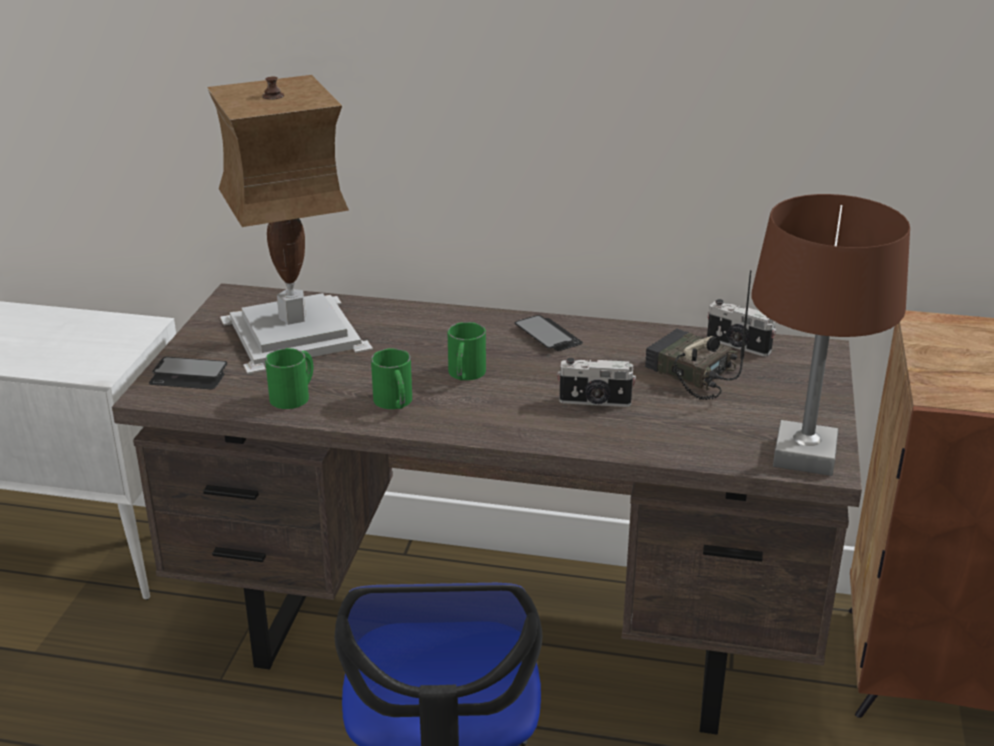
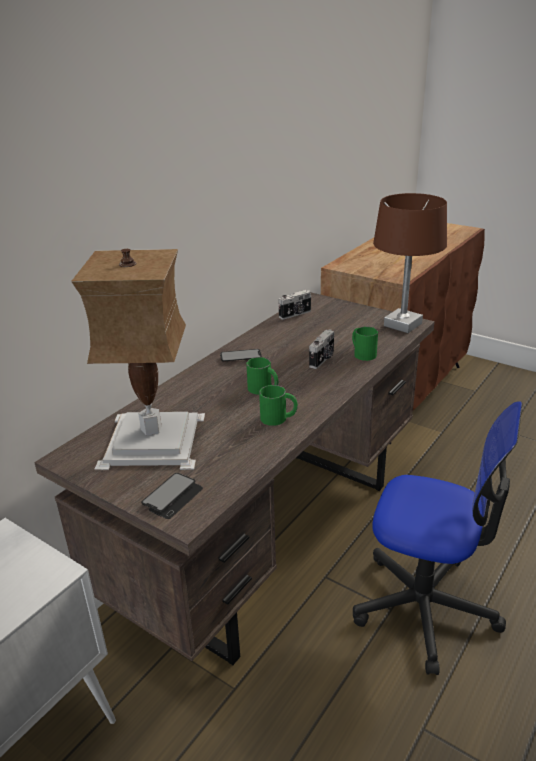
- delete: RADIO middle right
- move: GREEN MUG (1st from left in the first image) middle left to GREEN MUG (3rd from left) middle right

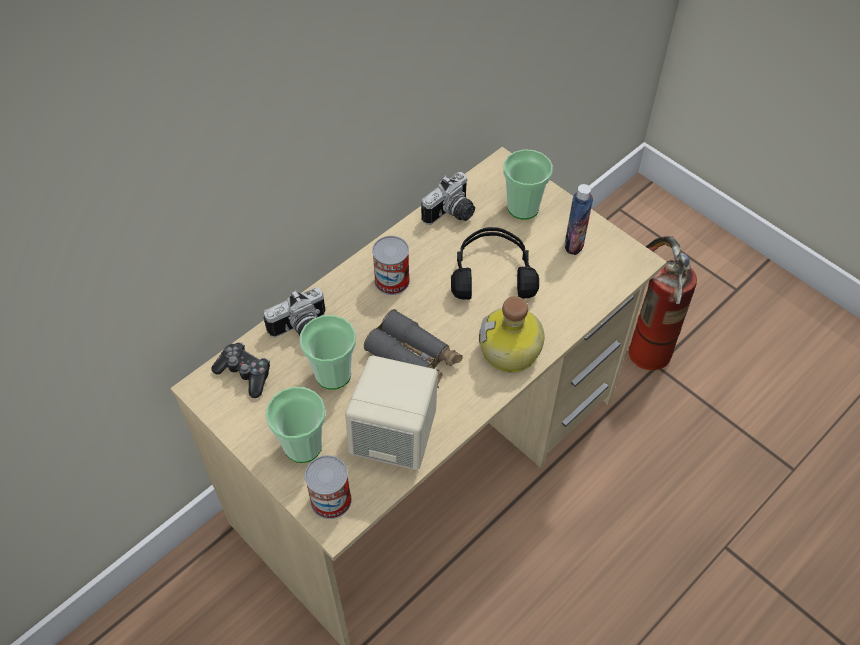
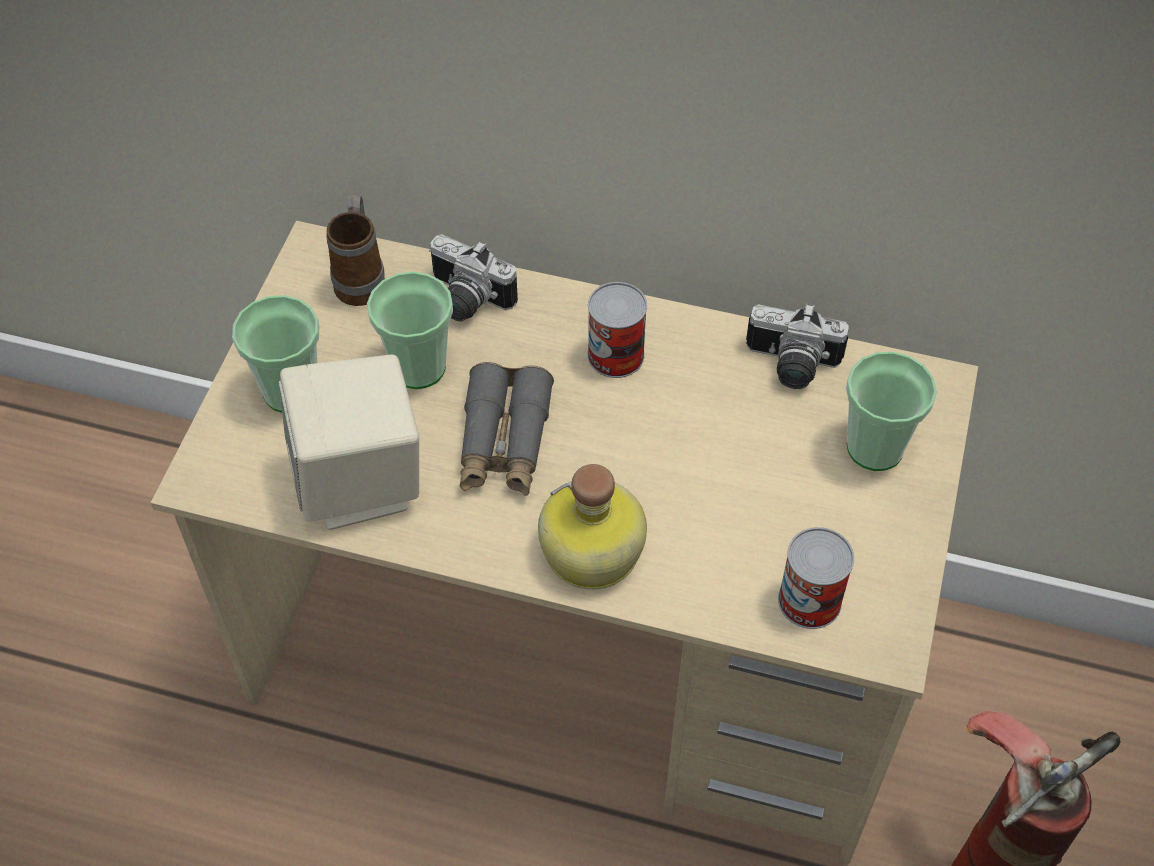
- delete: BOTTLE (2nd from left) middle right
- delete: BLACK HEADPHONES centre
- replace: GAME CONTROLLER middle left to MUG top left
- move: CAN (1st from left in the first image) bottom centre to CAN (2nd from left) bottom right

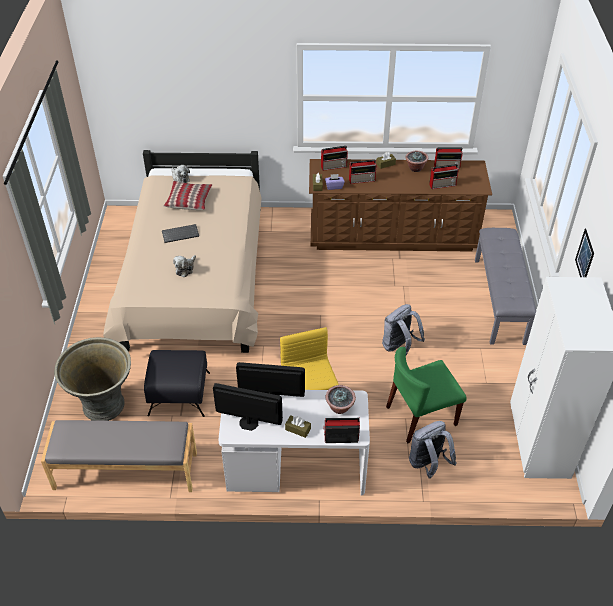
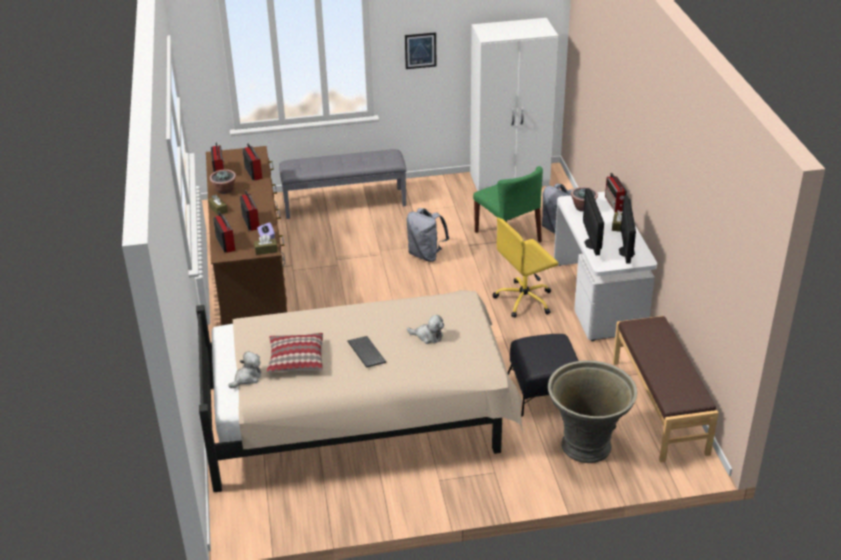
- recolor: GREY BENCH (1st from left) bottom left to BROWN BENCH bottom right

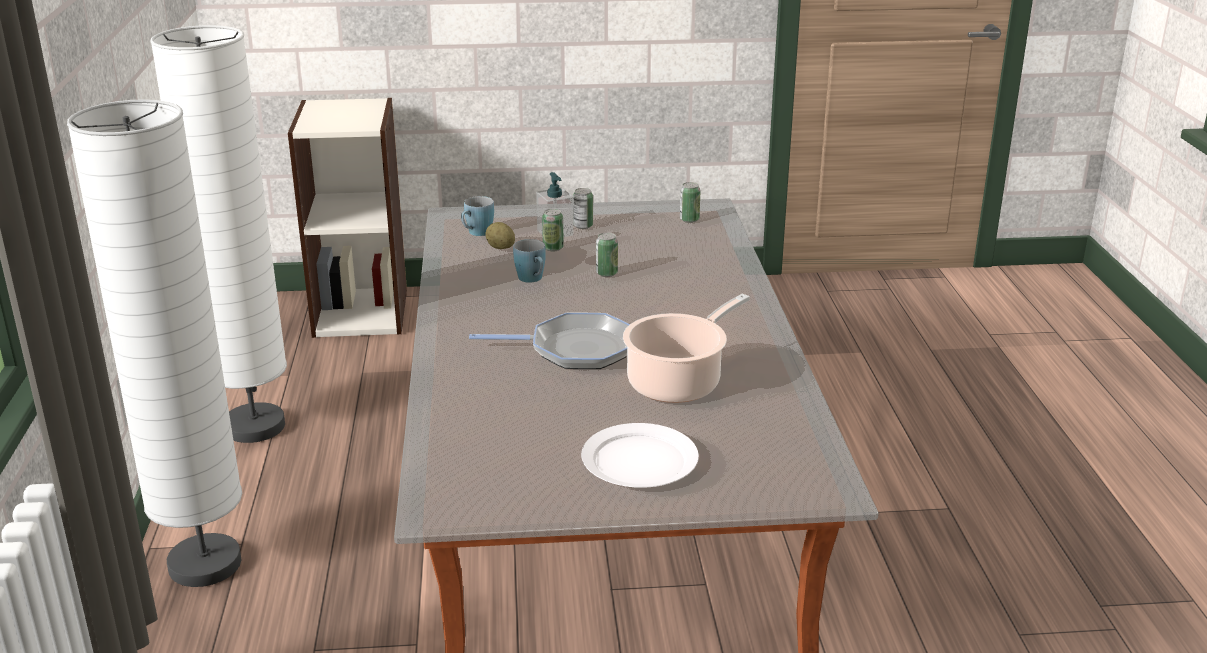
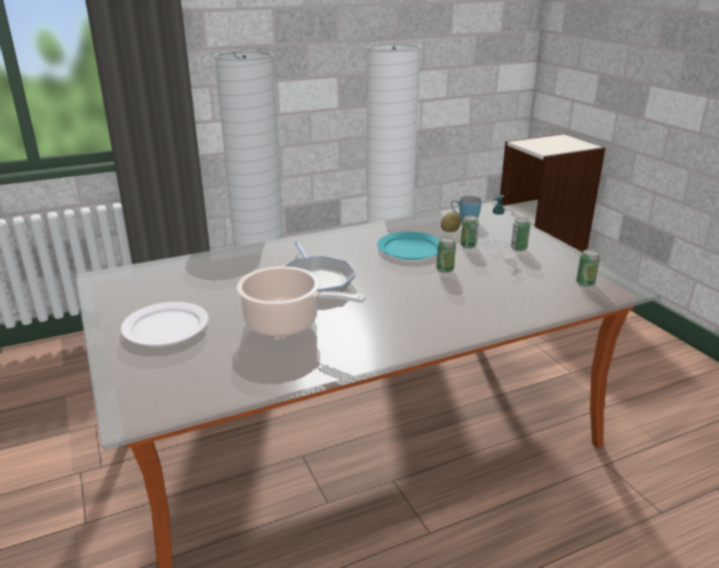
- replace: BLUE MUG (2nd from left) centre to TURQUOISE PLATE centre

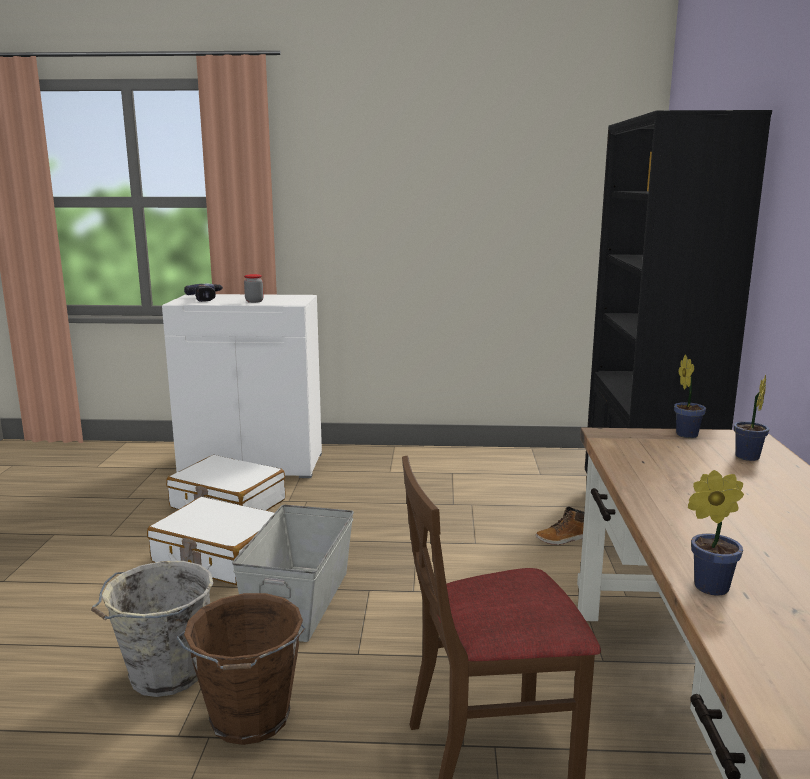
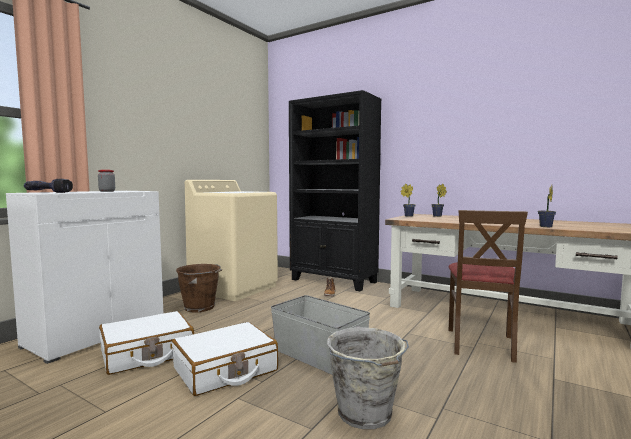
- move: BROWN BUCKET bottom left to middle left
- insert: BEIGE WASHING MACHINE centre

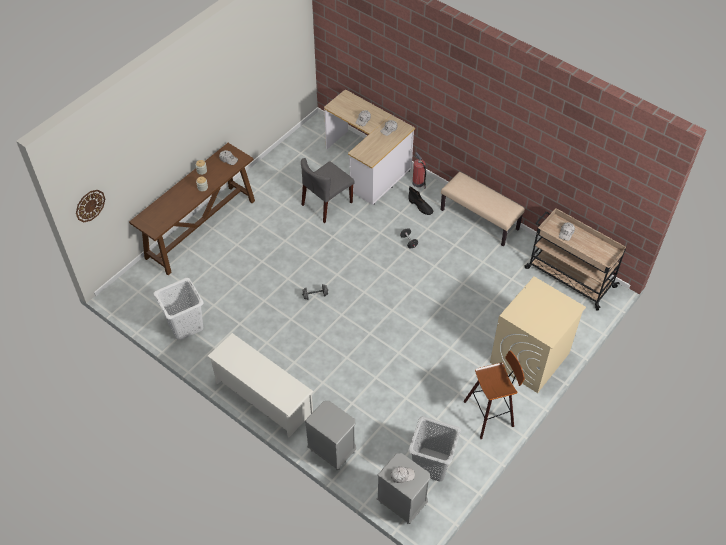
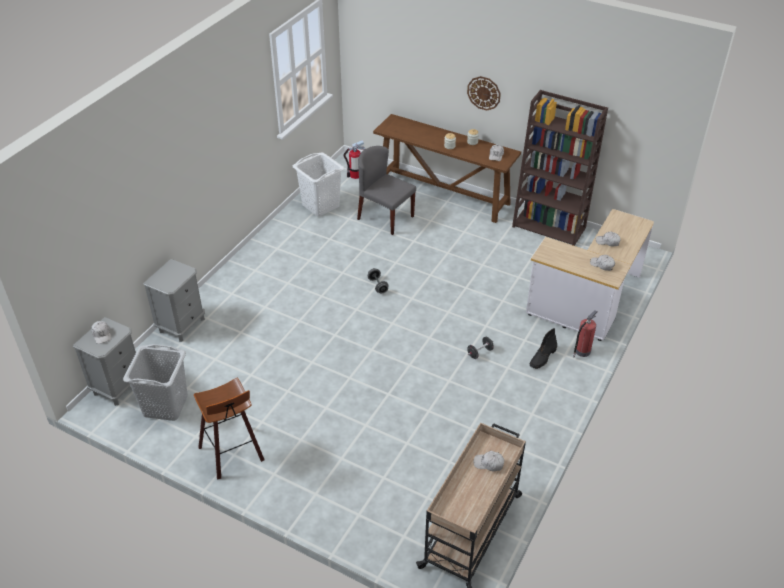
- move: GREY CHAIR centre to top centre
- delete: BEIGE BENCH centre
- move: WALL CLOCK middle left to top centre
- delete: BEIGE WASHING MACHINE middle right
- delete: WHITE SHOE RACK bottom centre
- insert: BROWN BOOKCASE top right
- insert: FIRE EXTINGUISHER (1st from left) top centre

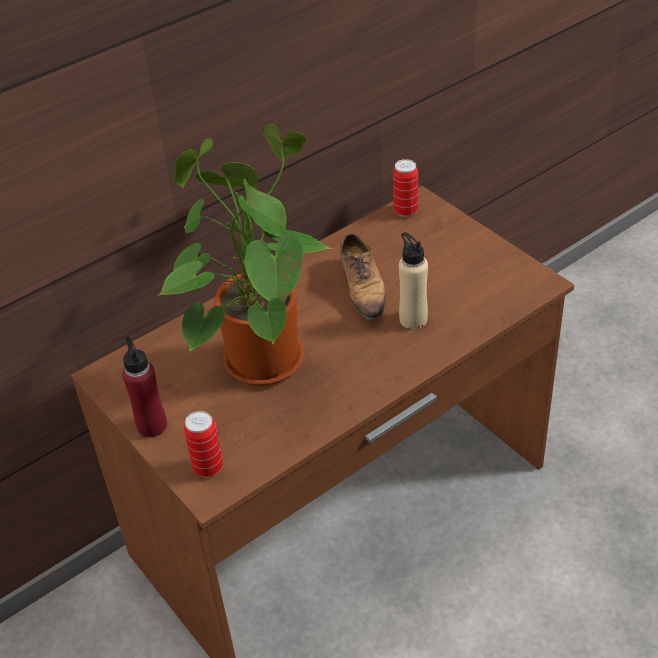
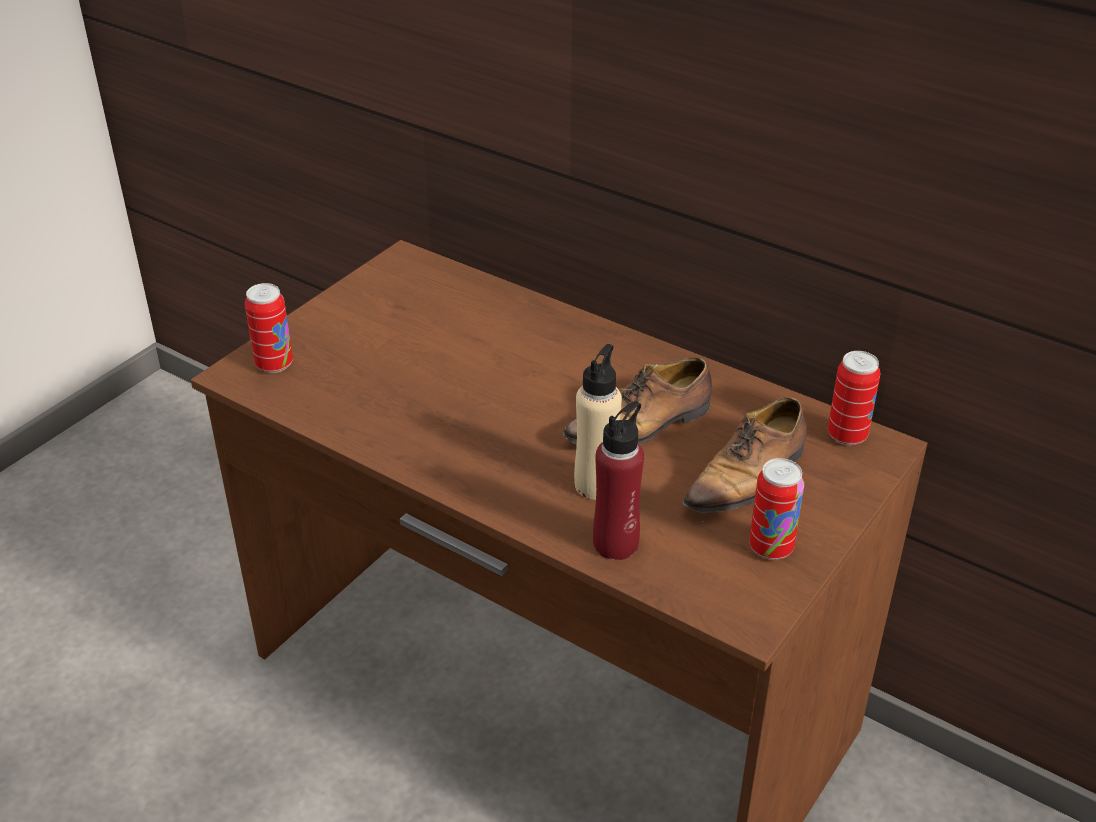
- delete: POTTED PLANT centre
- move: RED BOTTLE middle left to centre
- insert: SHOE (2nd from left) middle right
- insert: CAN (2nd from left) middle right

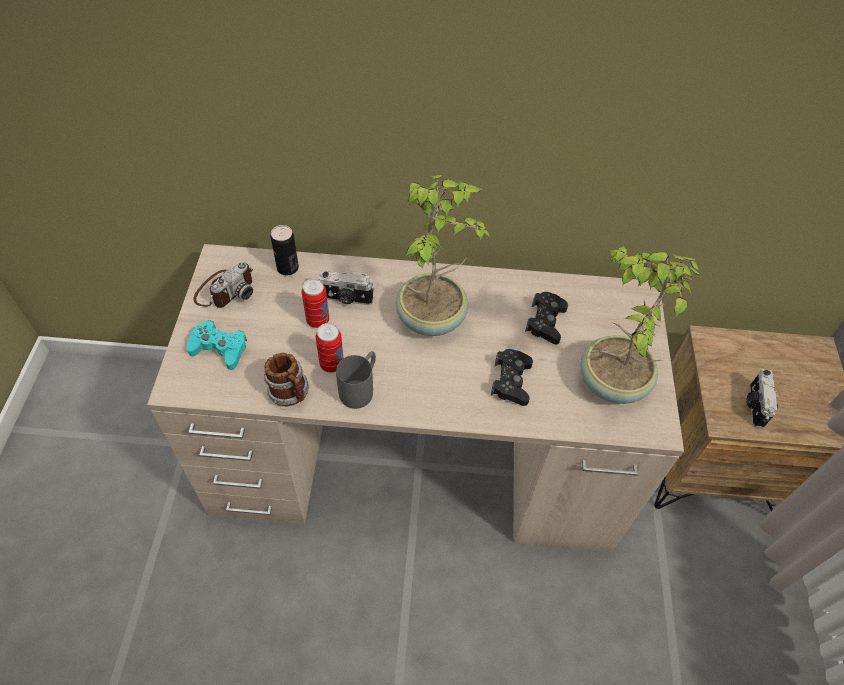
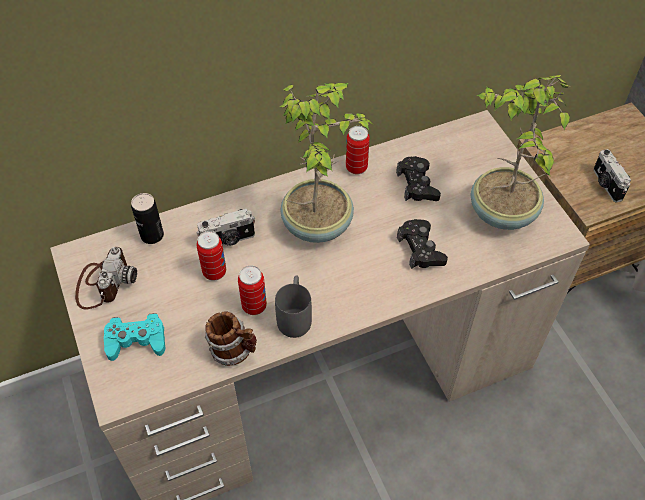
- insert: CAN (4th from left) top centre

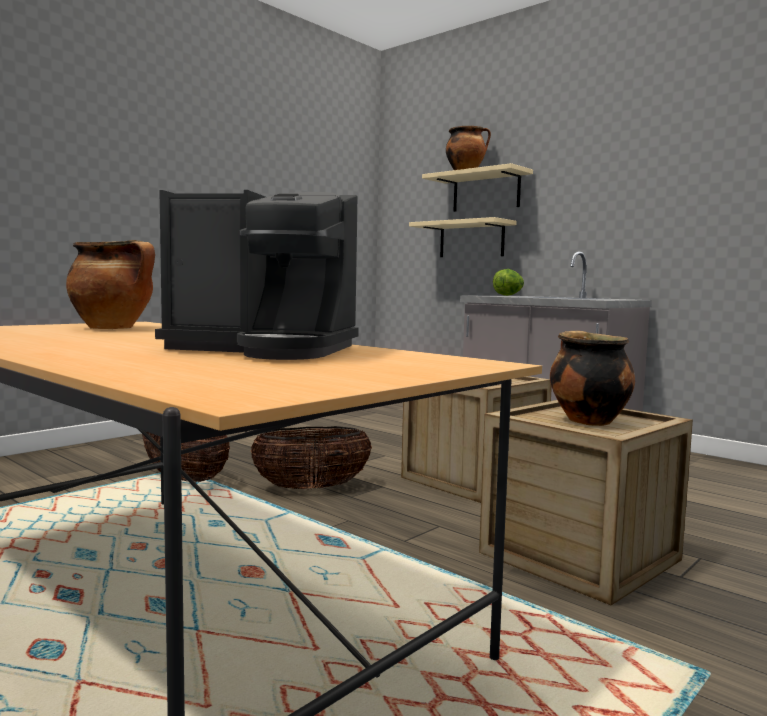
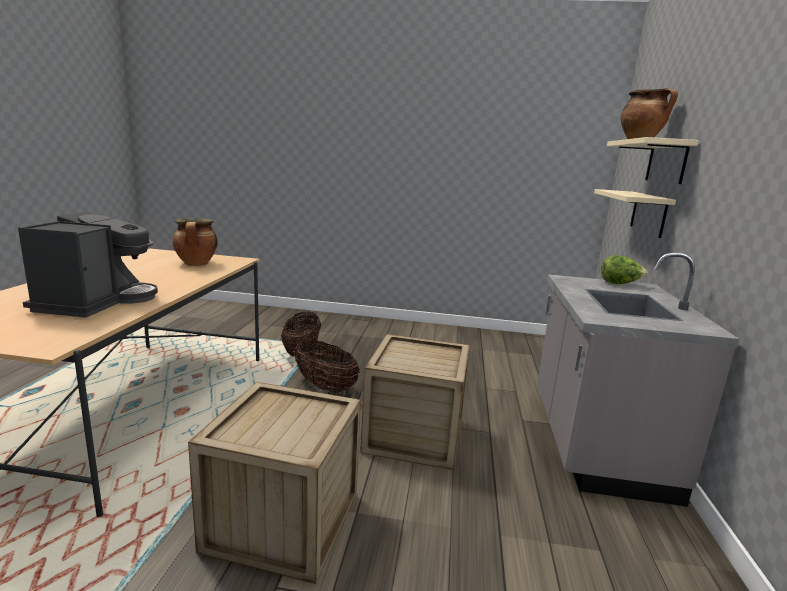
- rotate: COFFEE MACHINE centre = middle left 150 degrees counterclockwise
- delete: COOKING POT (3rd from left) middle right

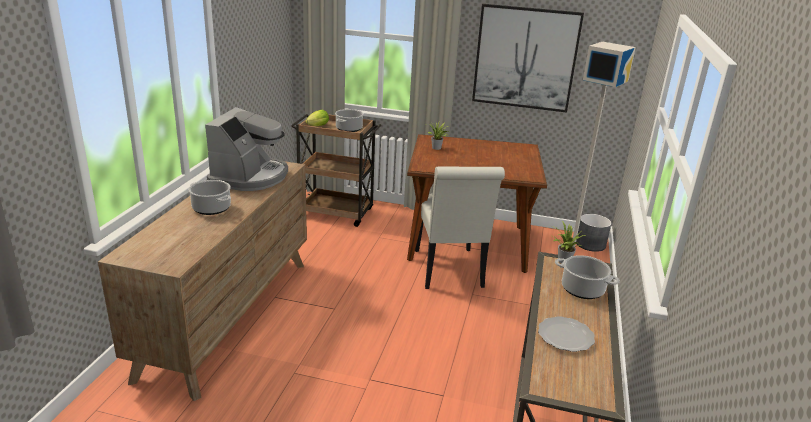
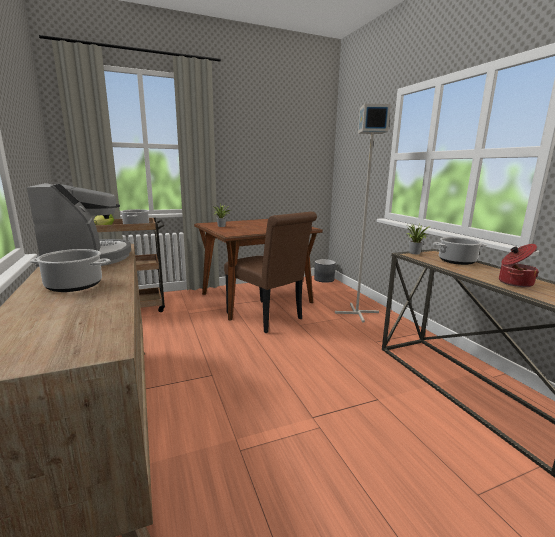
- delete: PICTURE top centre
- recolor: WHITE CHAIR centre to BROWN CHAIR centre
- replace: PLATE bottom right to COOKING POT (4th from left) middle right

